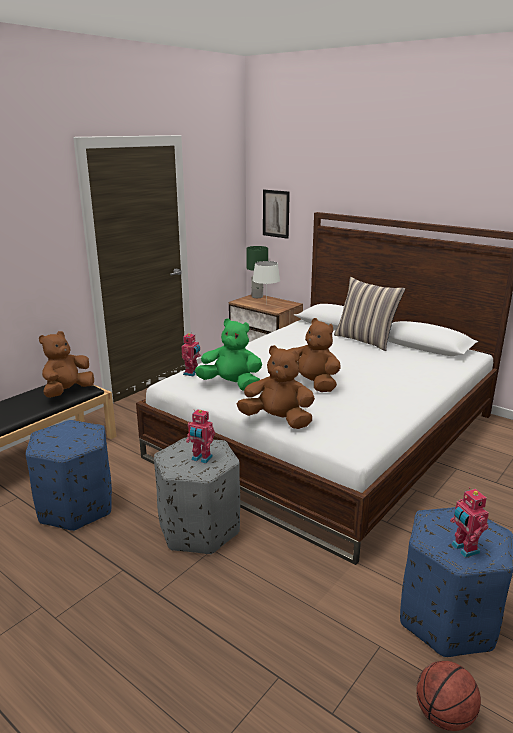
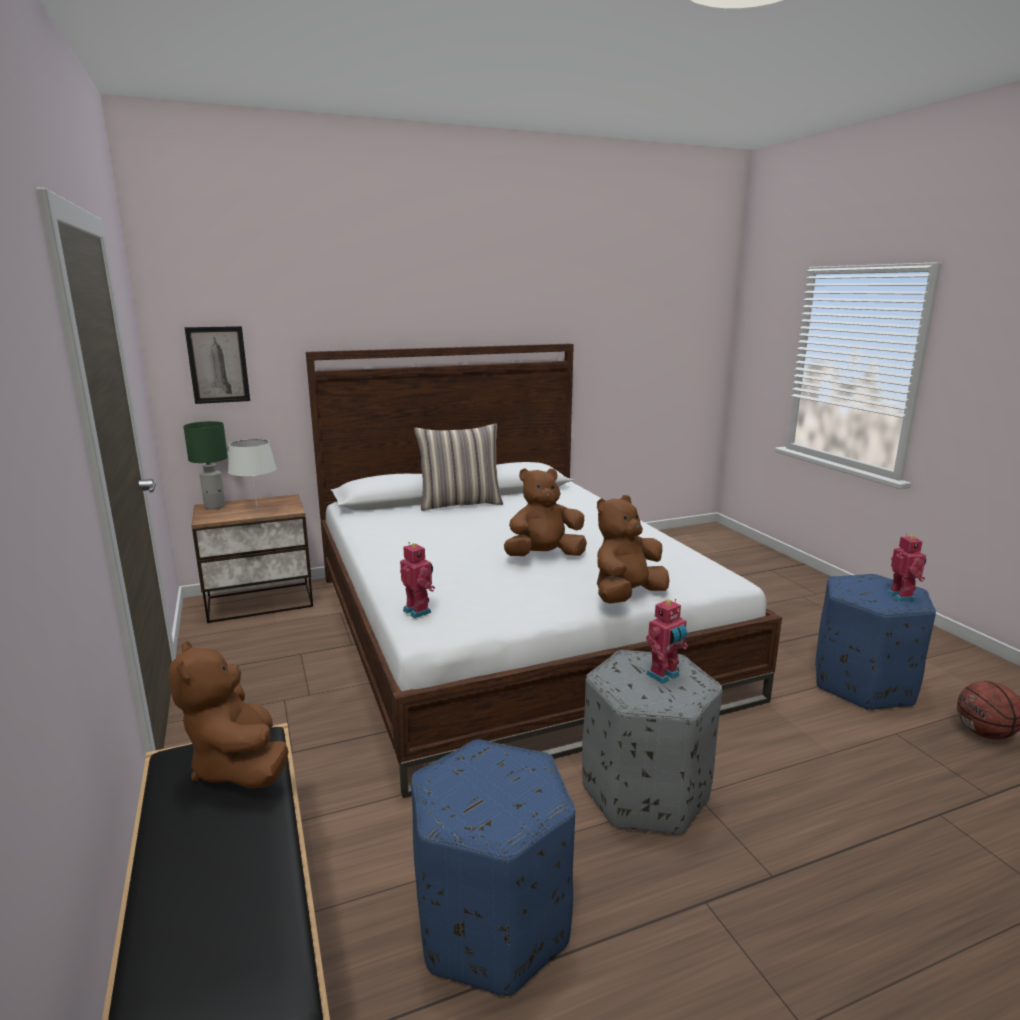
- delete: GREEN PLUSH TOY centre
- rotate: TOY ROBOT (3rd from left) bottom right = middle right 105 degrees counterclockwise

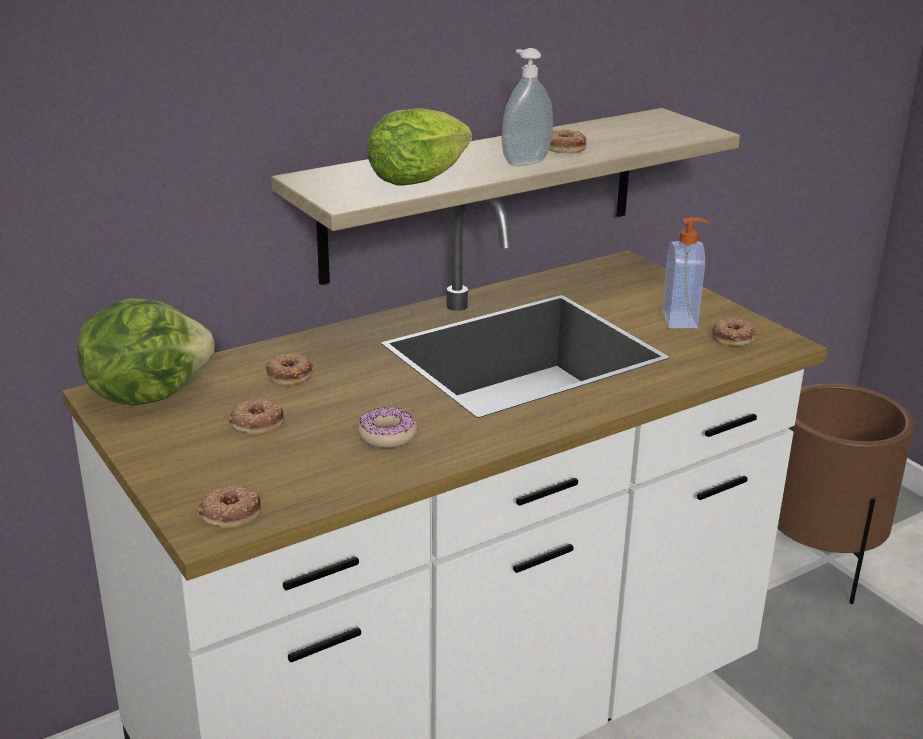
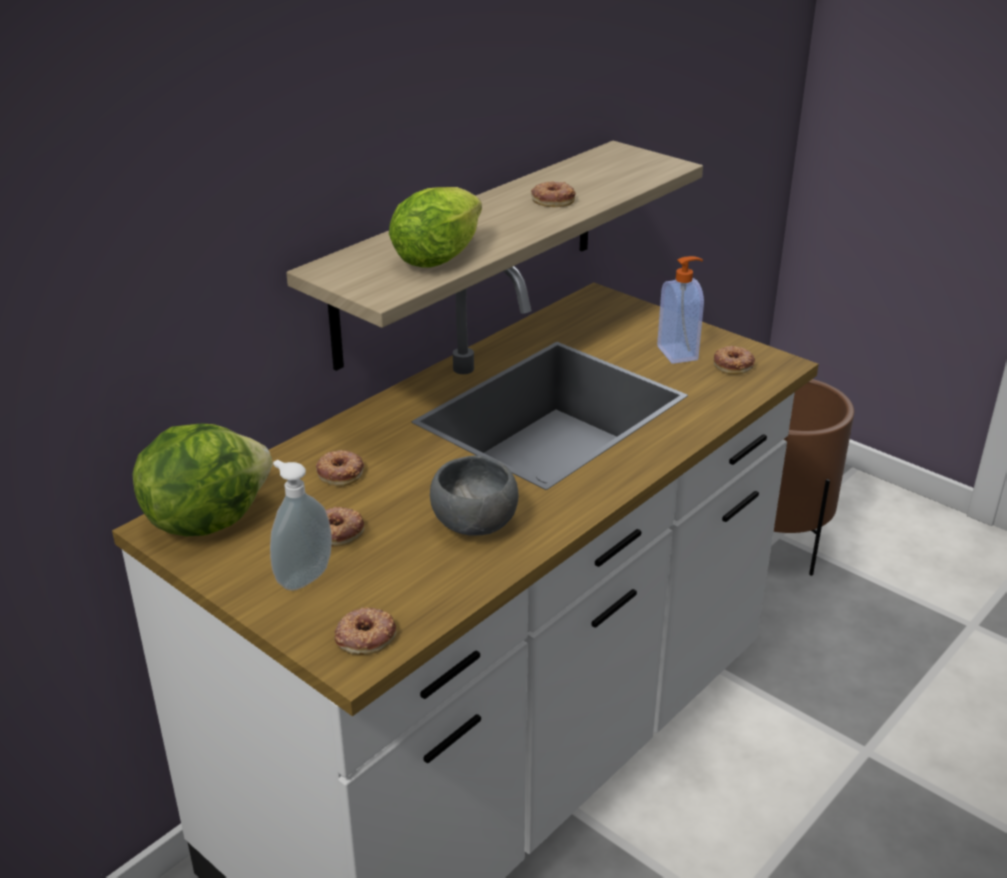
- move: SOAP DISPENSER (1st from left) top centre to middle left
- replace: DONUT (4th from left) centre to GREY BOWL centre

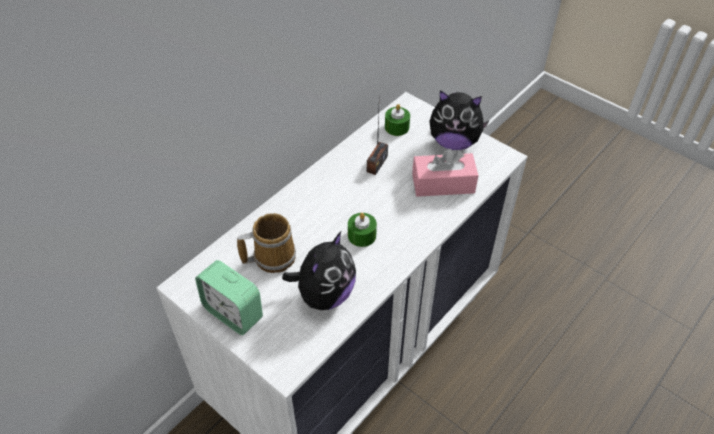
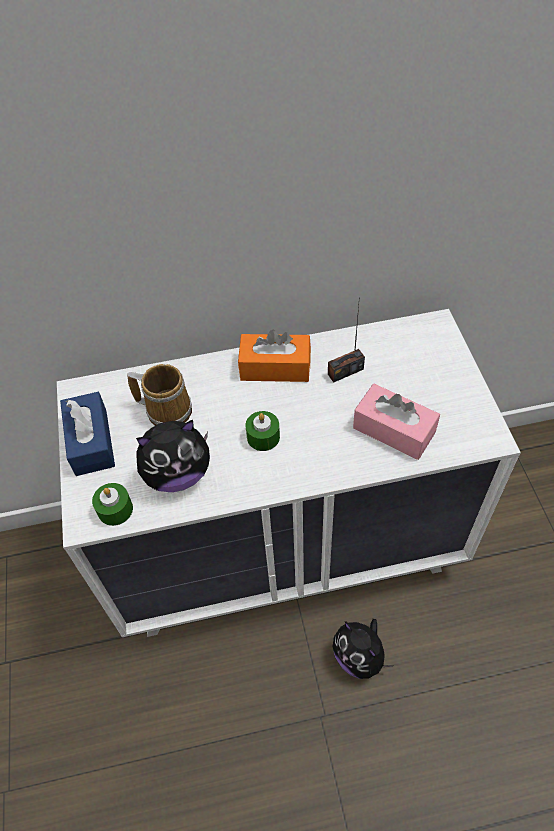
- move: PLUSH TOY (2nd from left) top centre to bottom centre
- move: GREEN CANDLE (2nd from left in the first image) top centre to GREEN CANDLE (1st from left) middle left
- replace: ALARM CLOCK bottom left to BLUE TISSUE BOX middle left
- insert: ORANGE TISSUE BOX centre

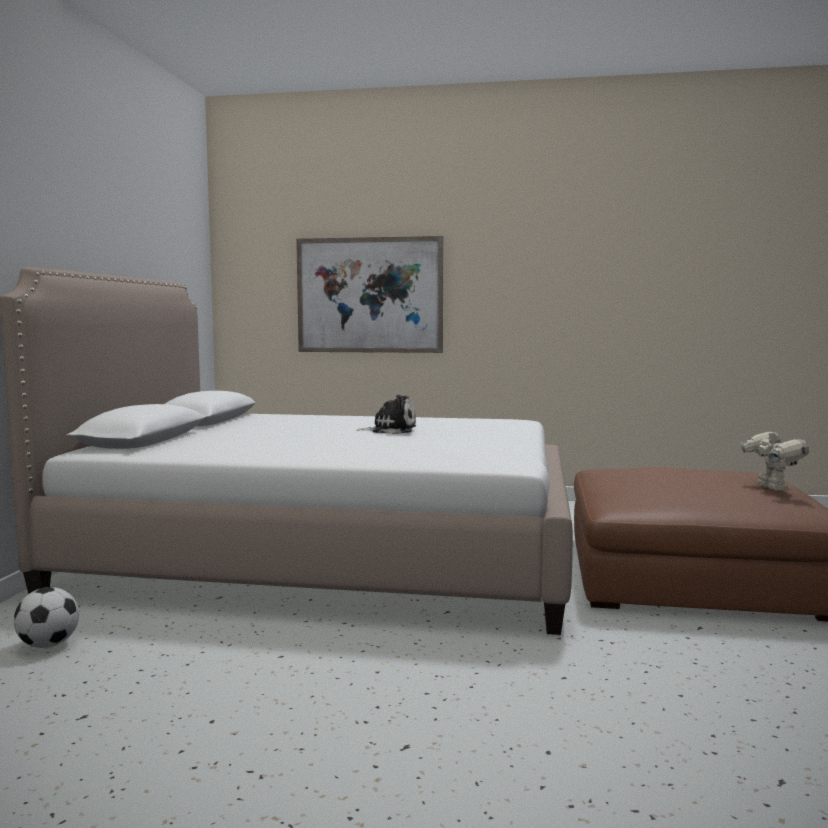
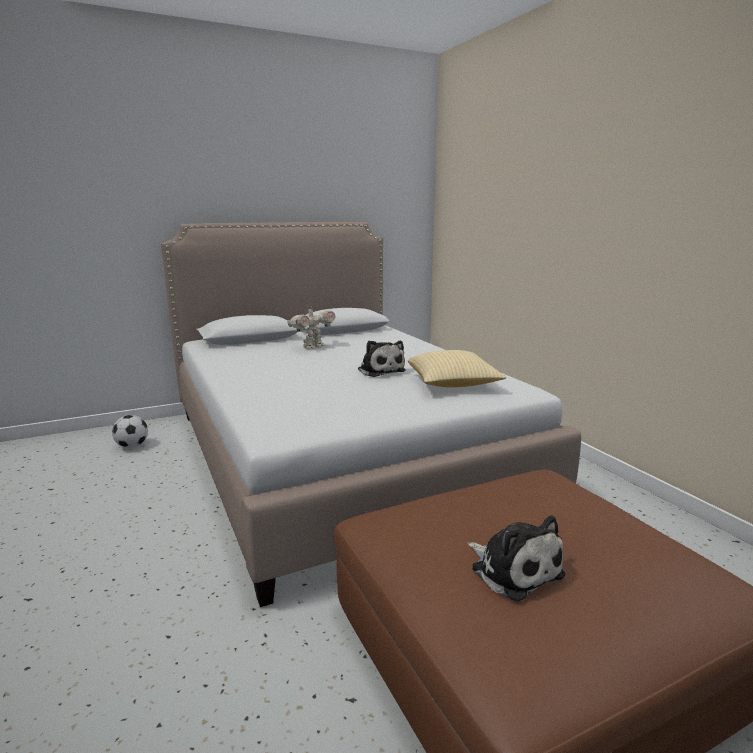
- delete: PICTURE centre
- move: TOY ROBOT middle right to centre
- insert: PILLOW centre
- insert: PLUSH TOY (2nd from left) bottom right

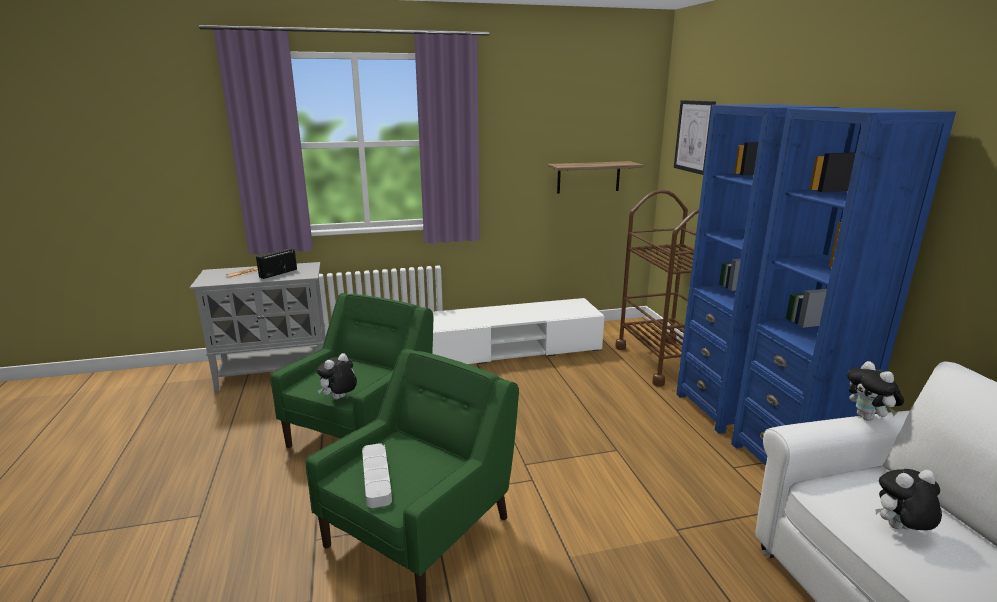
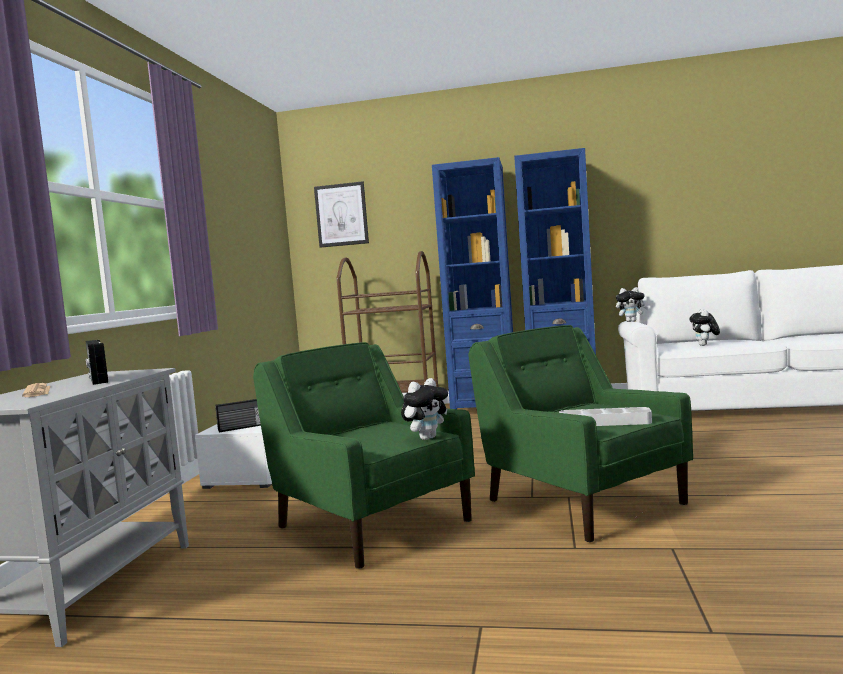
- delete: SHELF top centre
- rotate: PLUSH TOY (1st from left) centre = centre 105 degrees counterclockwise
- insert: RADIO (2nd from left) middle left

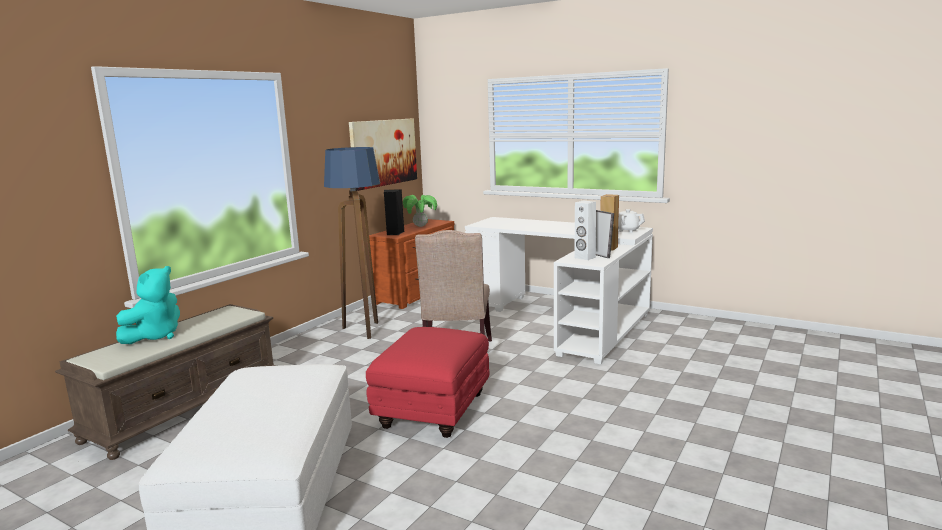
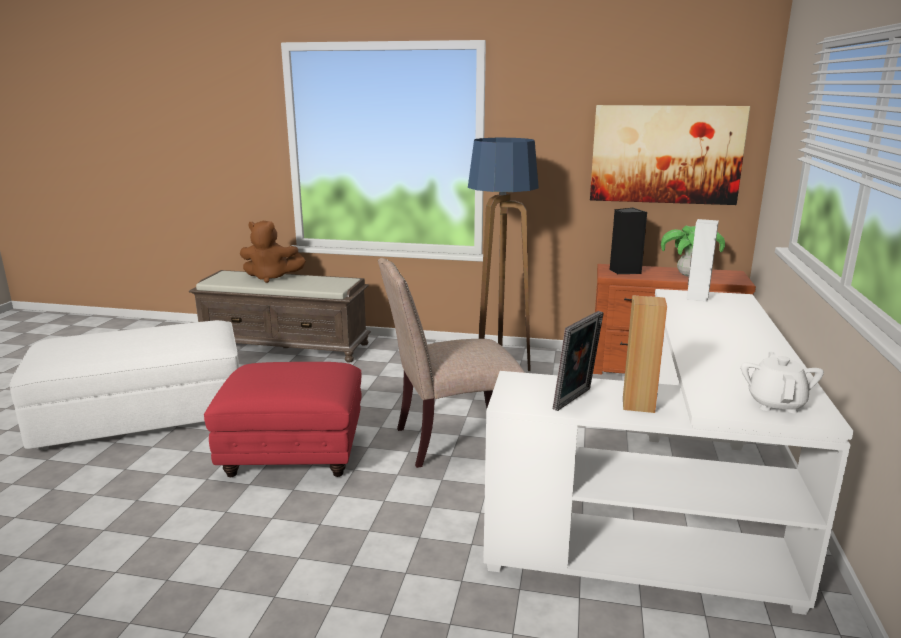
- move: WHITE SPEAKER centre to middle right
- recolor: TURQUOISE PLUSH TOY middle left to BROWN PLUSH TOY middle left

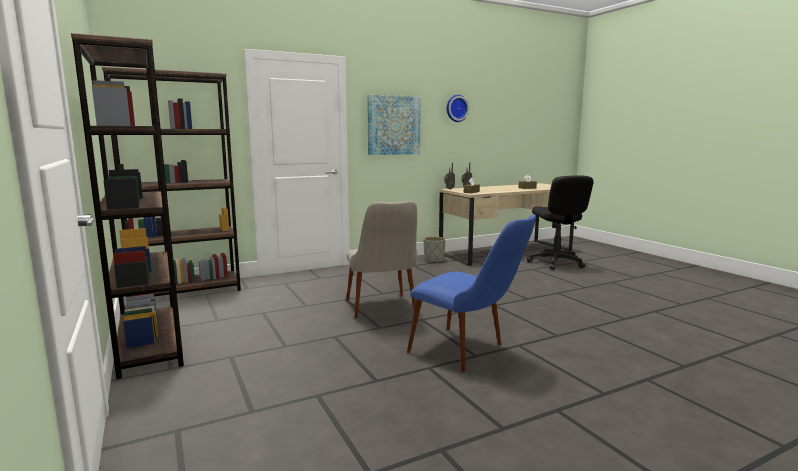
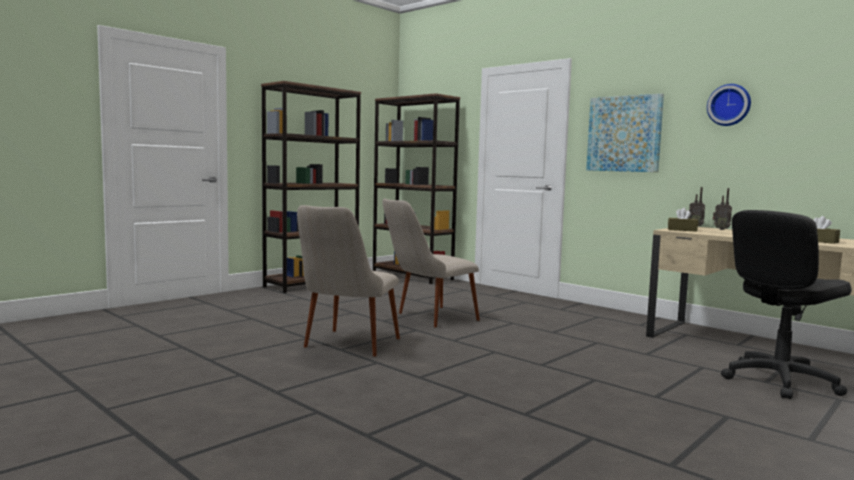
- recolor: BLUE CHAIR centre to BEIGE CHAIR (1st from left) centre
- delete: GREY PLANTER centre

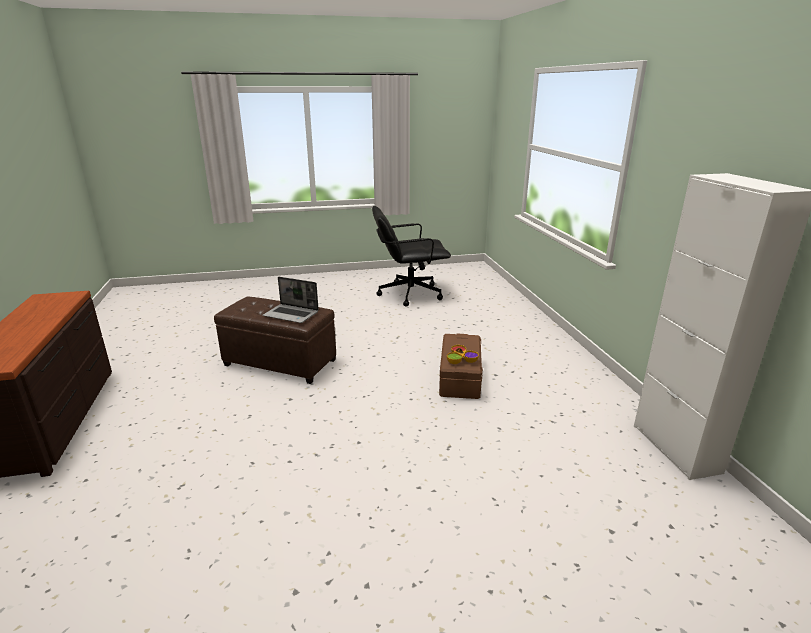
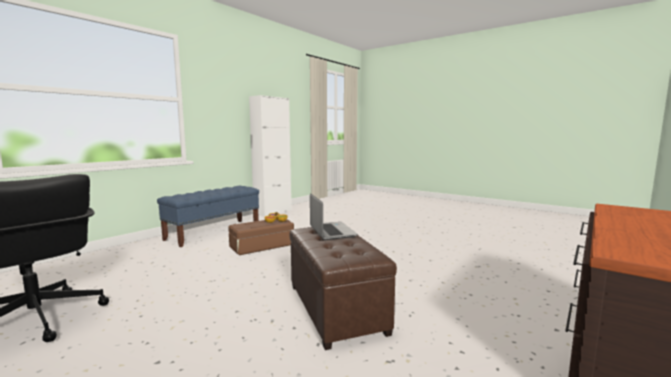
- insert: BLUE BENCH middle left

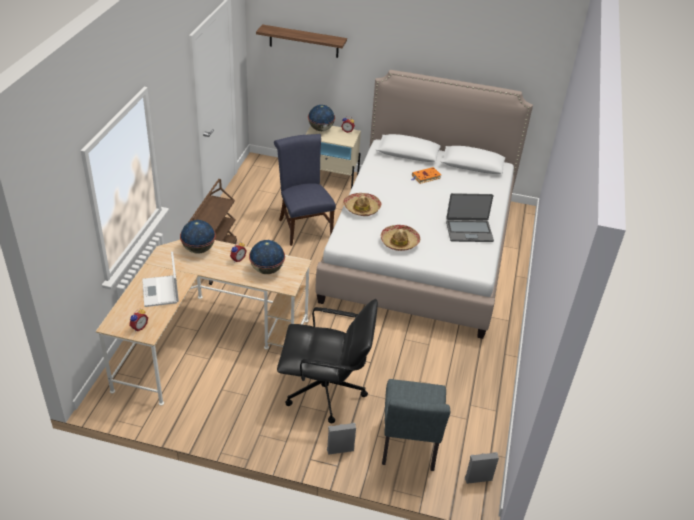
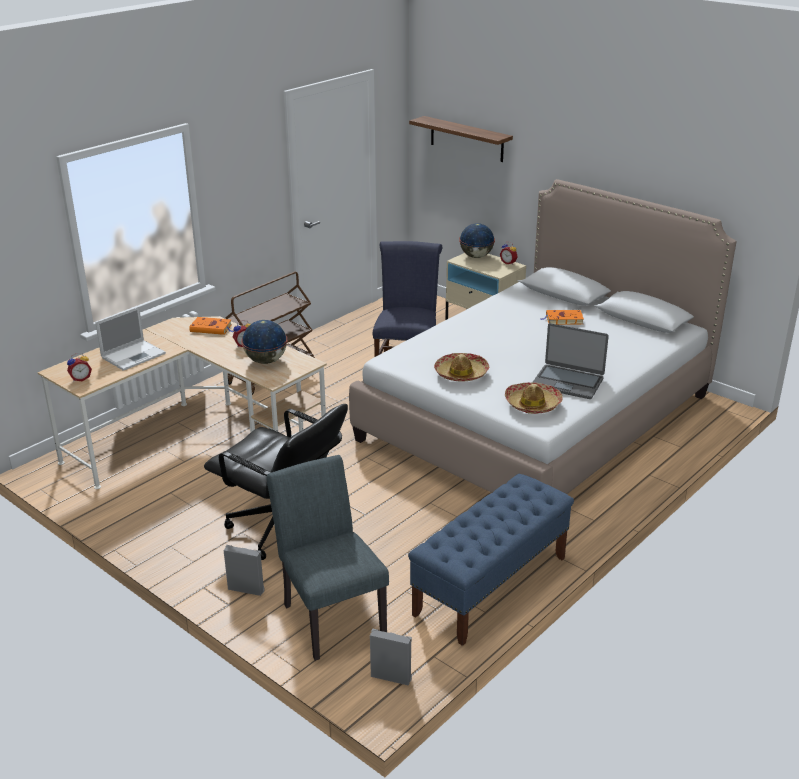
- move: HAT (1st from left in the first image) centre to HAT (2nd from left) middle right
- replace: GLOBE (1st from left) middle left to ORANGE BOOK (1st from left) middle left
- rotate: LAPTOP (1st from left) middle left = middle left 150 degrees counterclockwise
- rotate: GREY CHAIR bottom centre = bottom centre 120 degrees clockwise
- insert: BLUE BENCH bottom centre

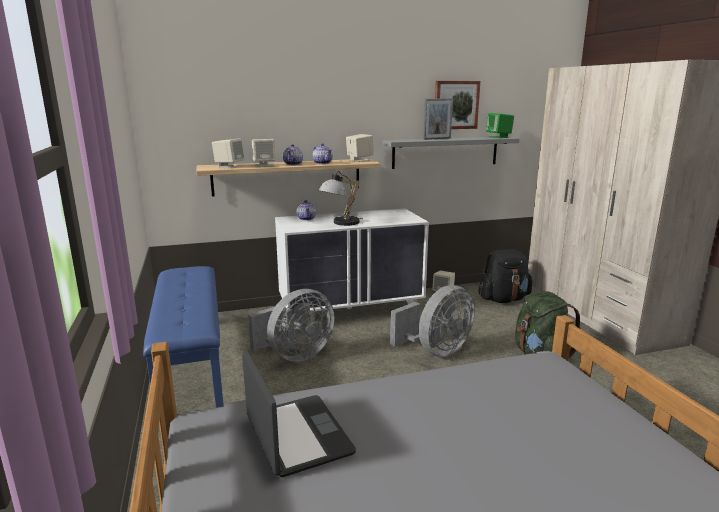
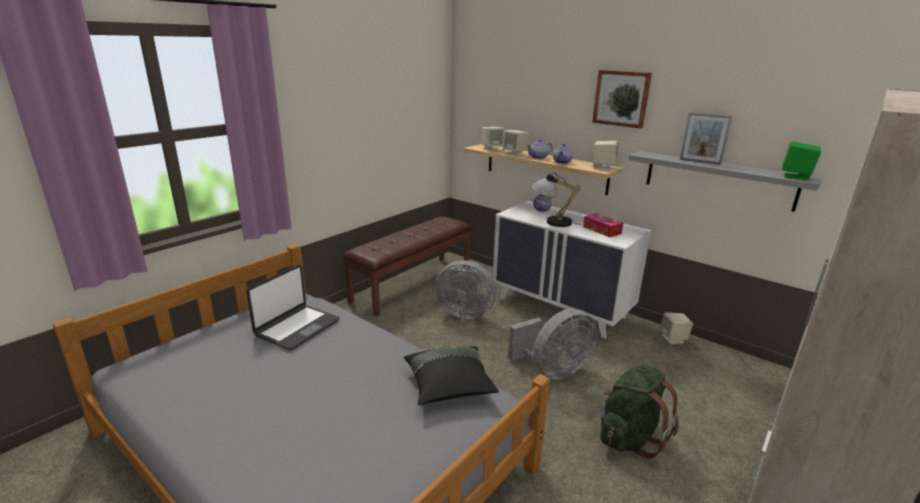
- move: PICTURE top centre to top right
- delete: BLACK BACKPACK middle right
- recolor: BLUE BENCH middle left to BROWN BENCH centre
- rotate: GREY FAN (2nd from left) centre = bottom centre 45 degrees counterclockwise
- insert: TISSUE BOX centre
- insert: BLACK PILLOW bottom centre

